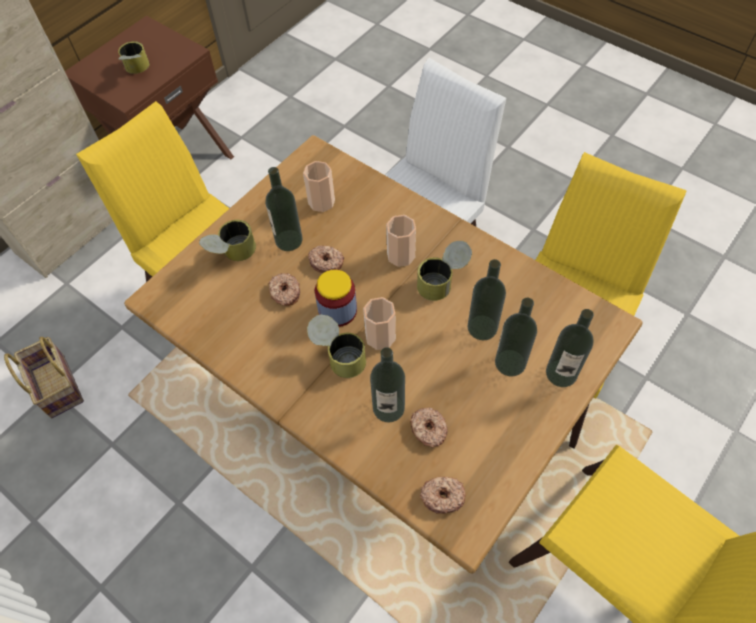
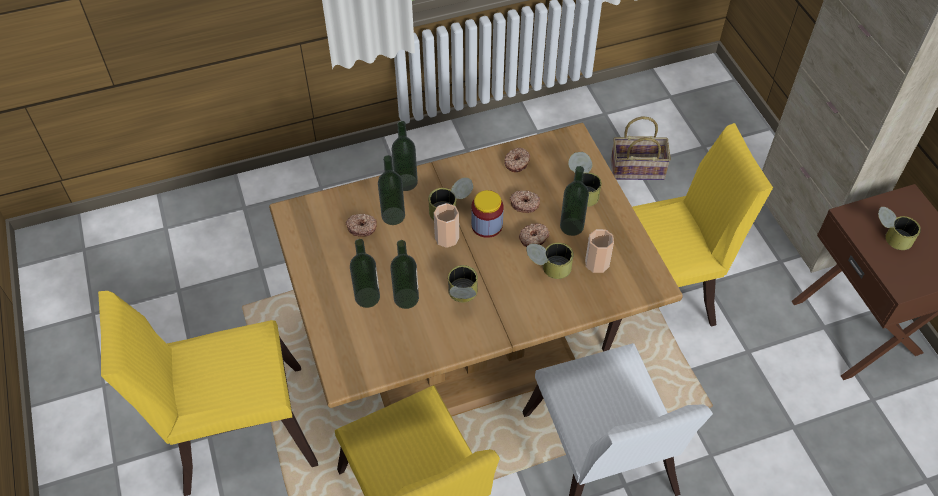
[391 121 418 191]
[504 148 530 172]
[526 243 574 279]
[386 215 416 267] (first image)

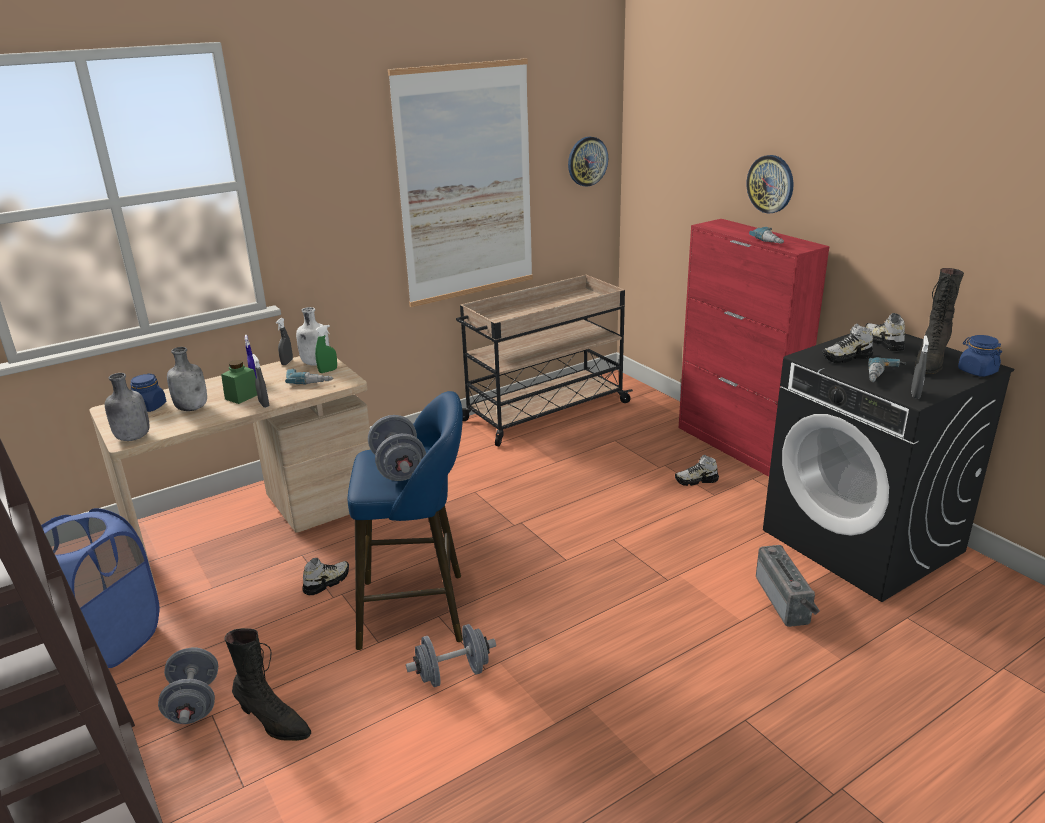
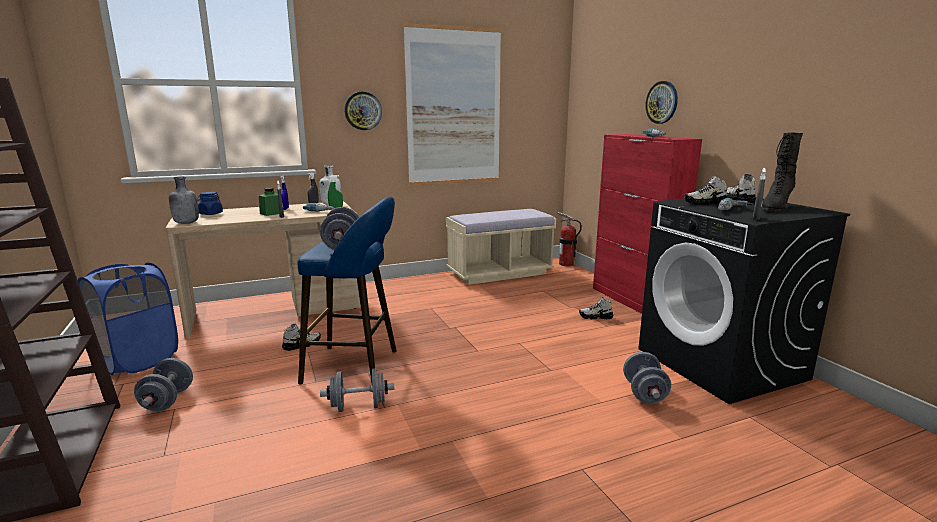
[344 92 382 130]
[446 209 556 285]
[557 212 582 266]
[623 352 671 403]
[167 347 207 411] (first image)
[224 628 311 741] (first image)
[958 335 1002 377] (first image)

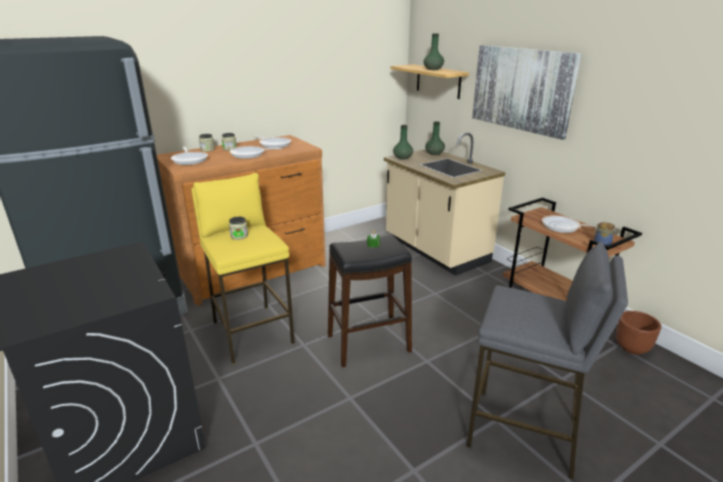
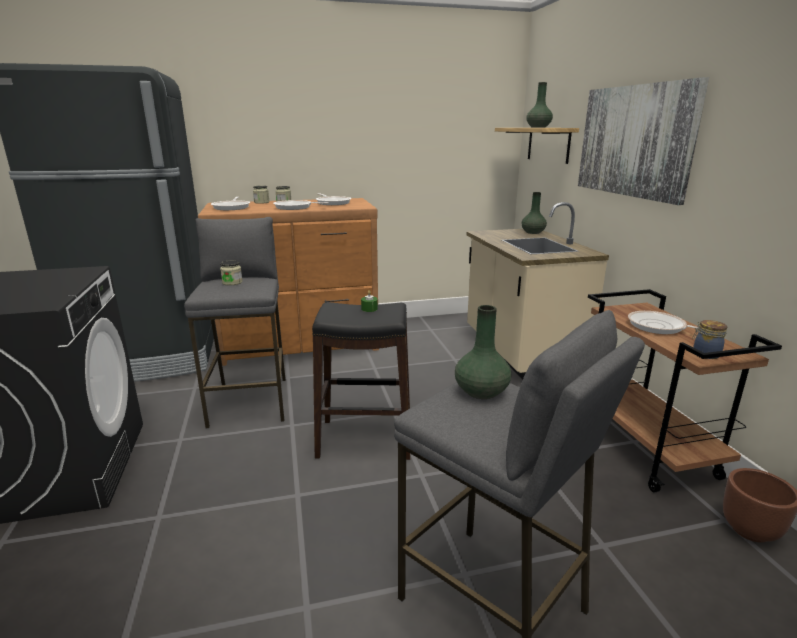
[184 217 286 428]
[455 305 511 399]

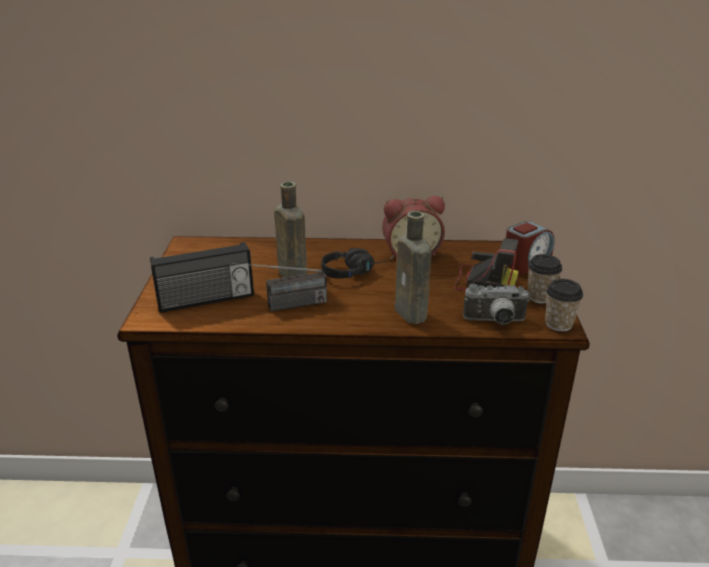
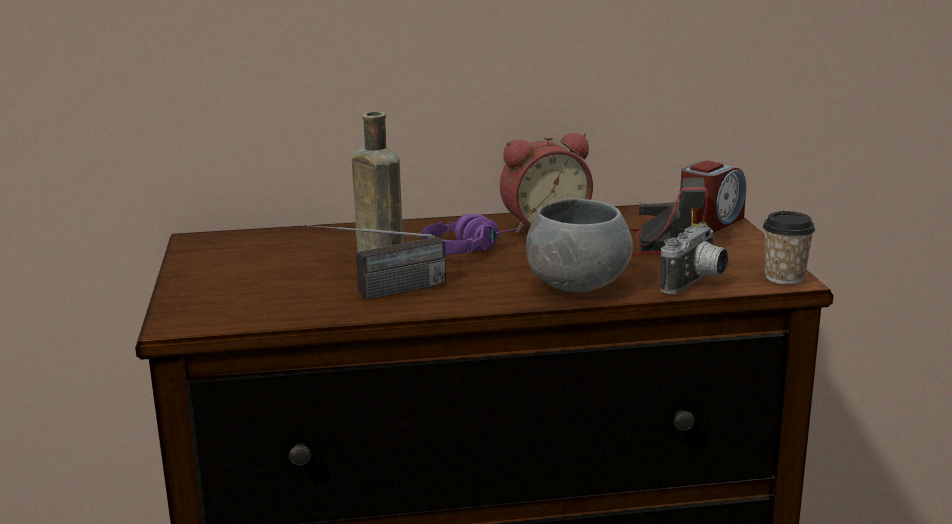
[422 214 518 255]
[526 198 633 292]
[660 222 728 294]
[150 242 254 313] (first image)
[527 254 562 304] (first image)

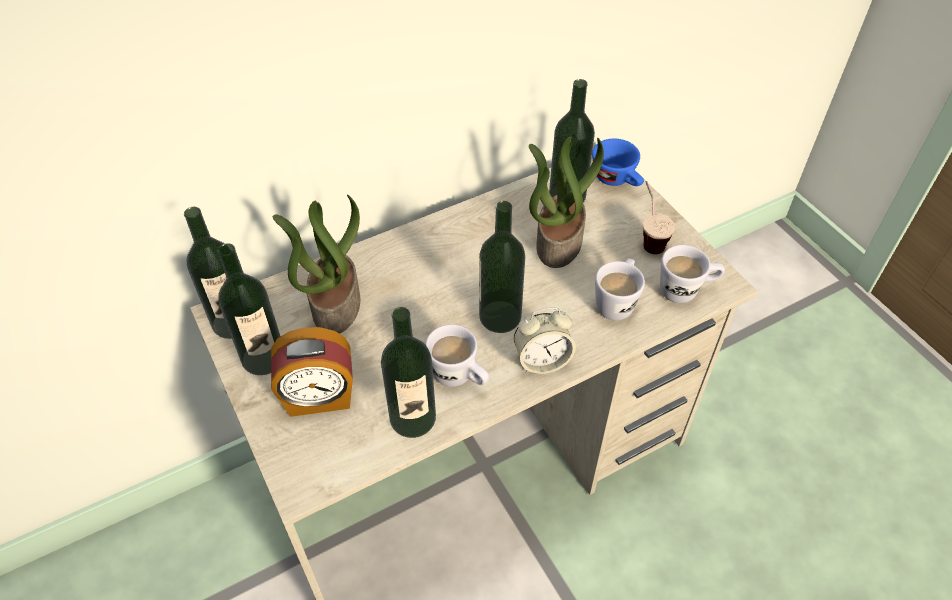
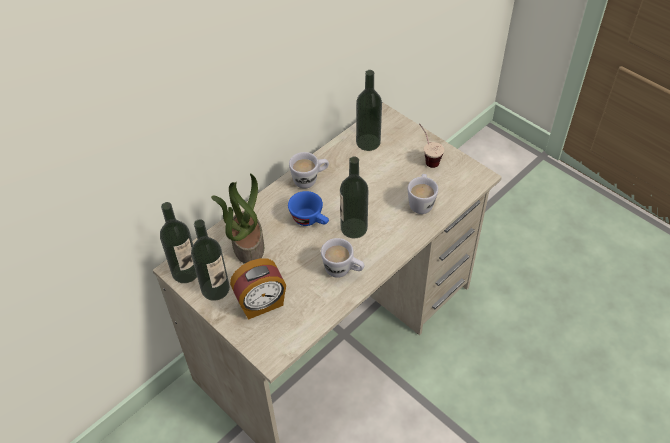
[288 191 329 226]
[289 152 329 188]
[381 307 436 438] (first image)
[514 308 576 374] (first image)
[529 136 604 268] (first image)

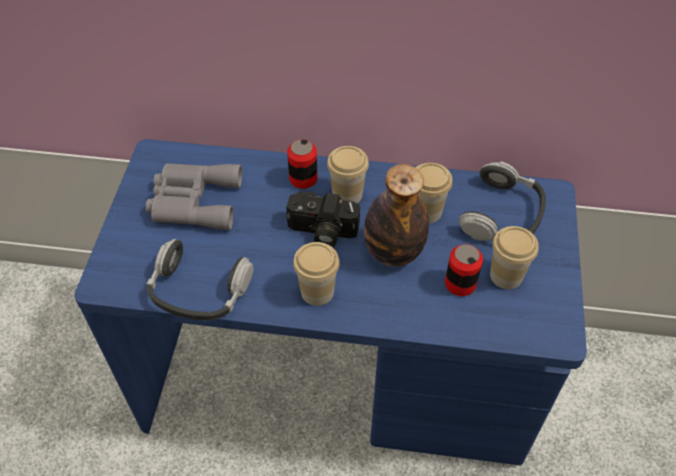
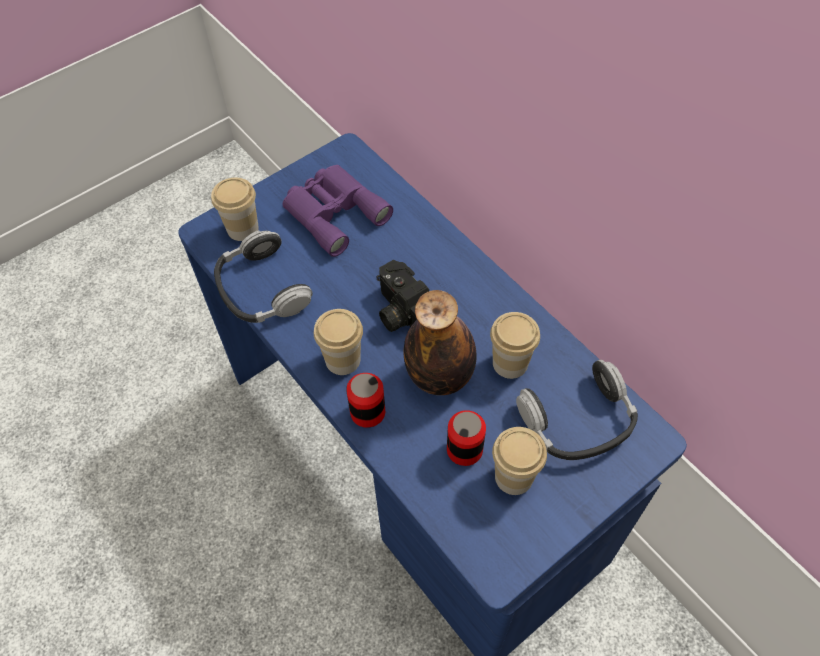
[211 178 259 241]
[283 165 393 257]
[346 373 385 428]

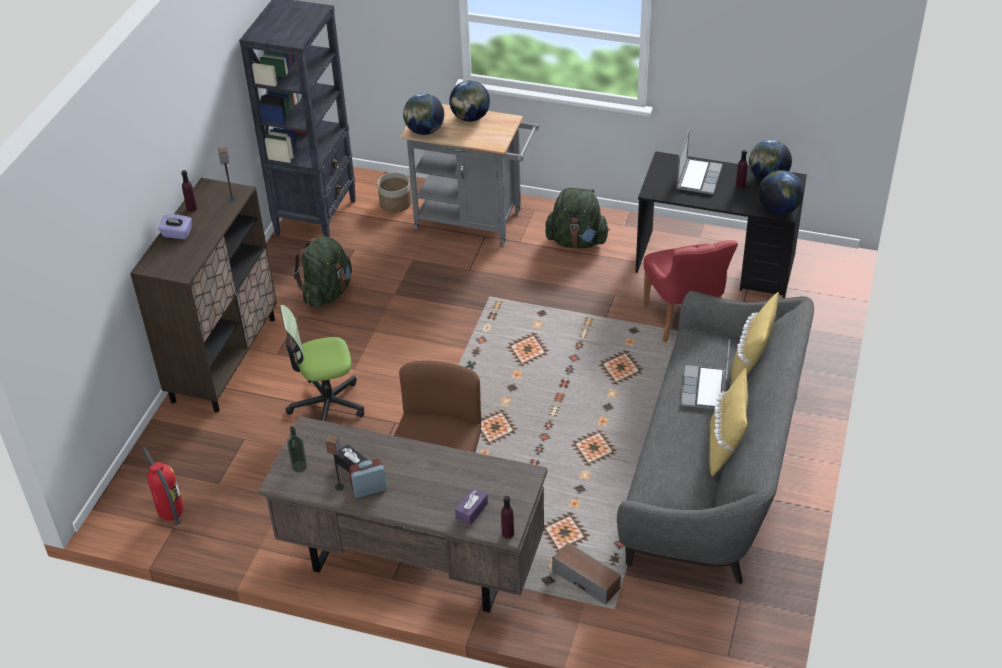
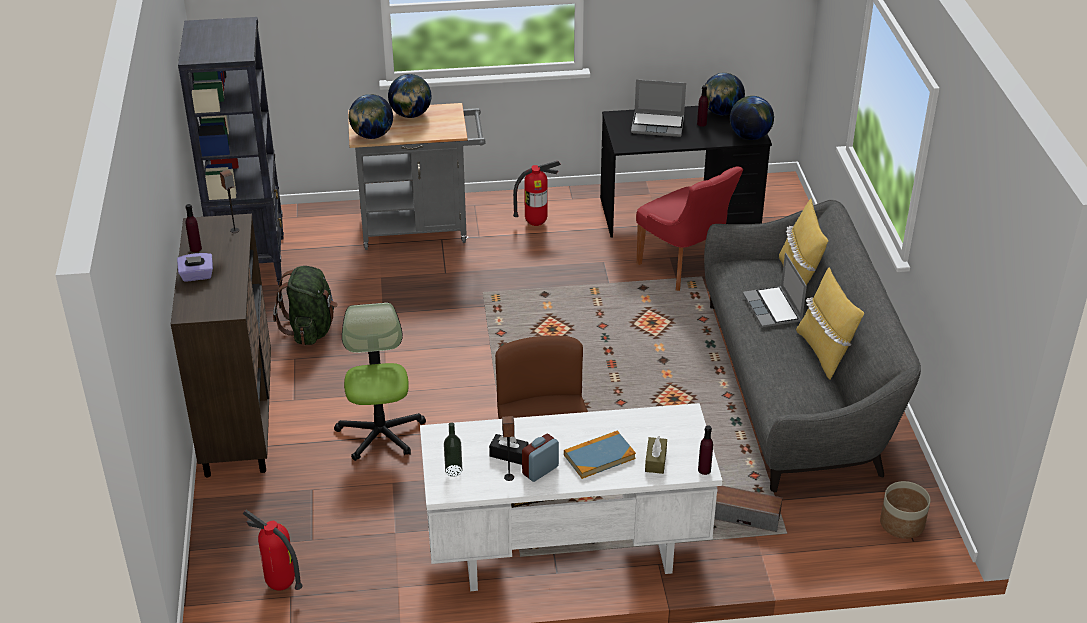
[334 303 426 461]
[420 403 722 591]
[513 161 561 226]
[564 431 636 479]
[631 79 686 137]
[645 436 667 474]
[880 481 930 539]

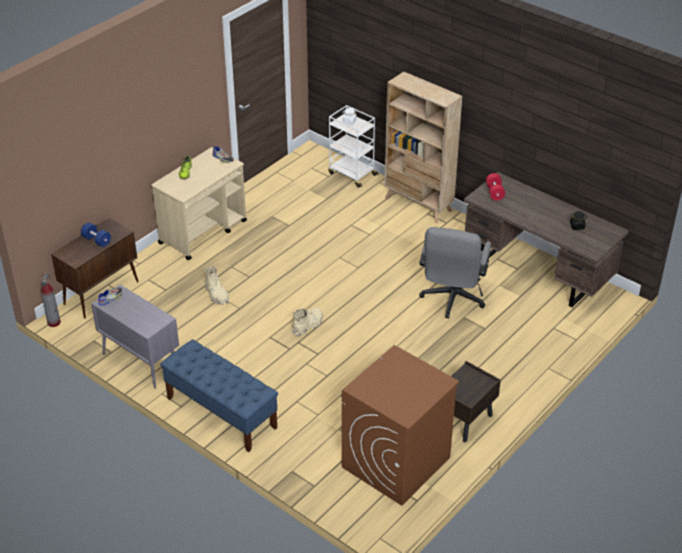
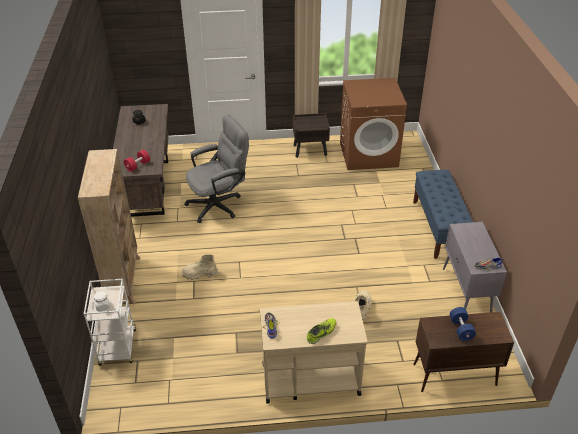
[182 254 218 280]
[40 274 61 327] (first image)

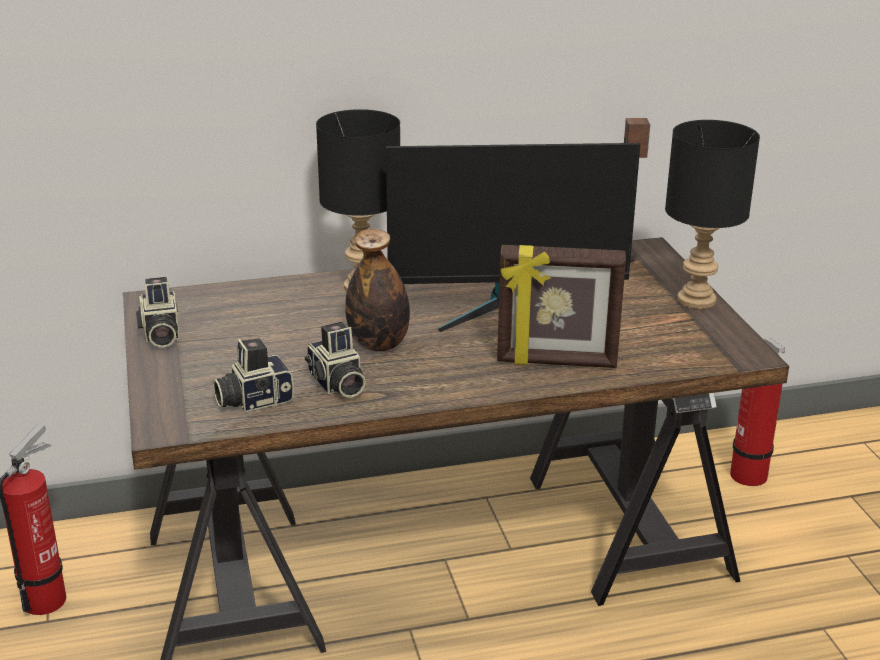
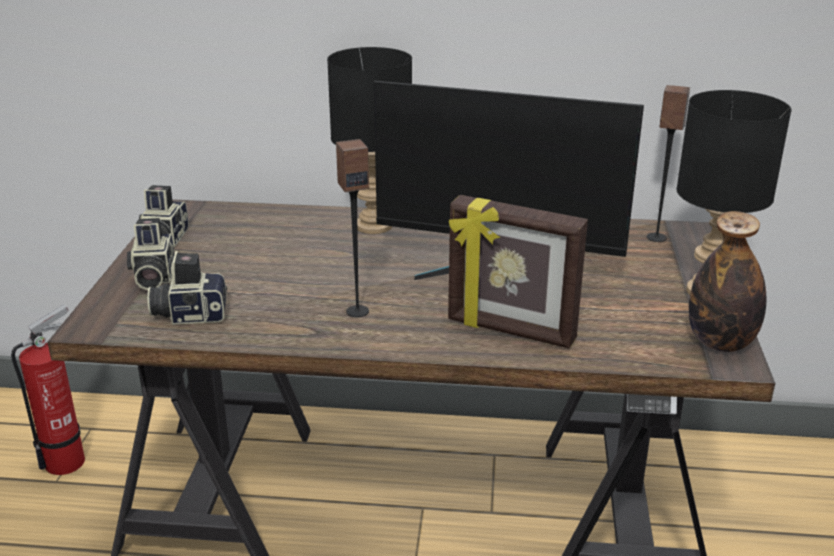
[127 218 175 290]
[336 139 369 317]
[689 211 766 352]
[730 338 785 486] (first image)

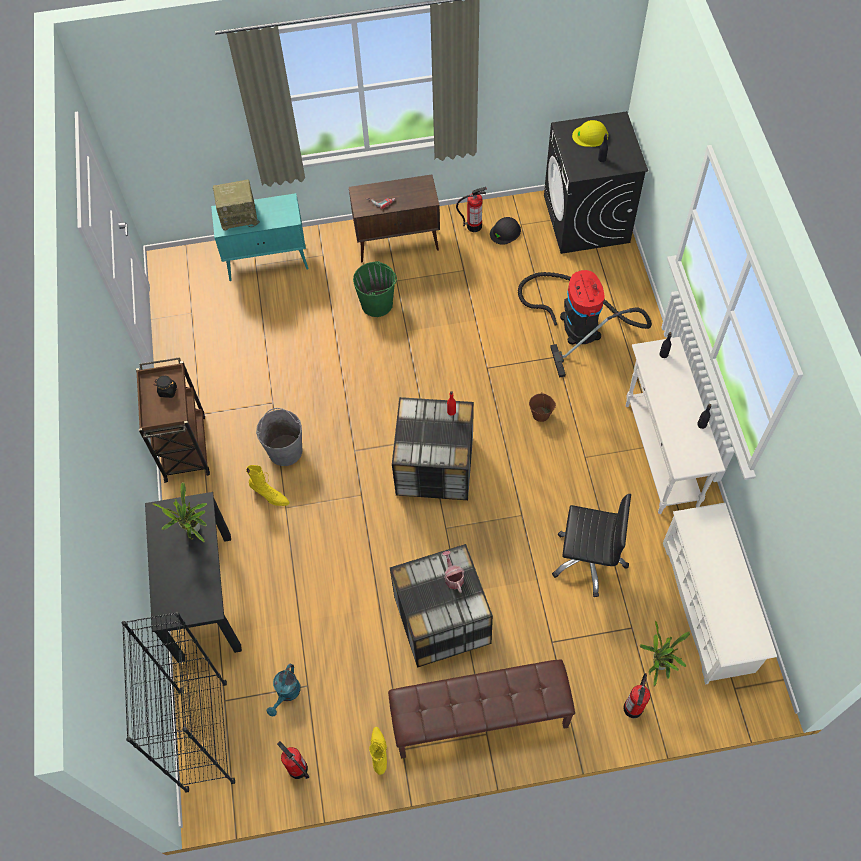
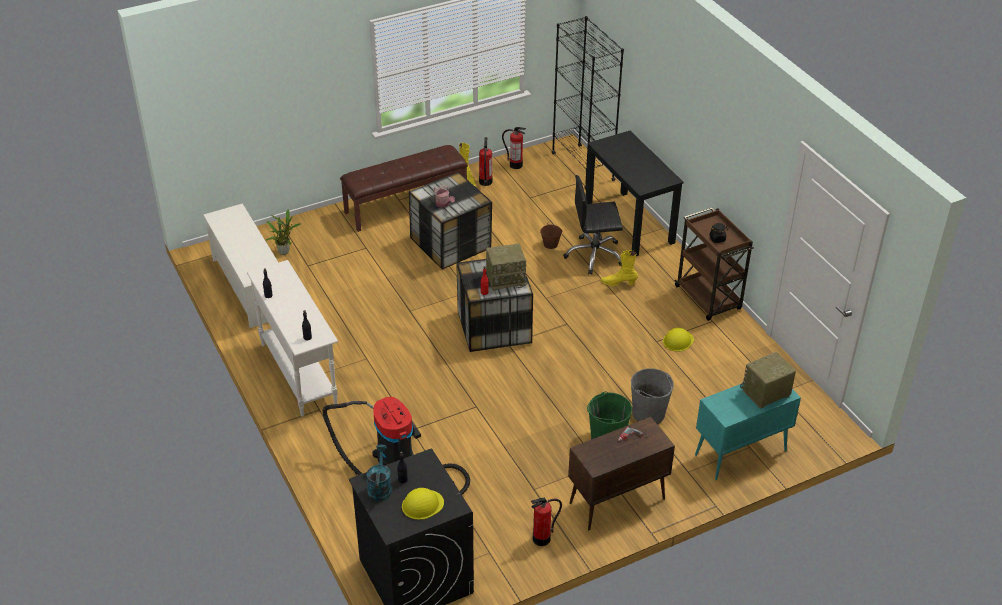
[367 445 392 501]
[479 137 492 186]
[486 243 528 291]
[540 221 562 249]
[563 175 623 275]
[631 368 674 424]
[663 328 694 352]
[153 482 207 542] (first image)
[490 217 521 245] (first image)

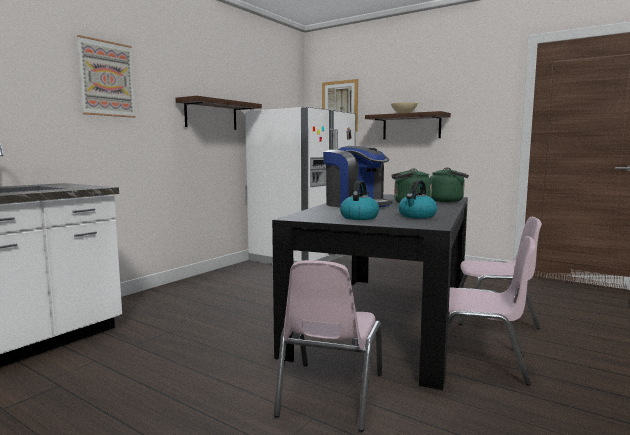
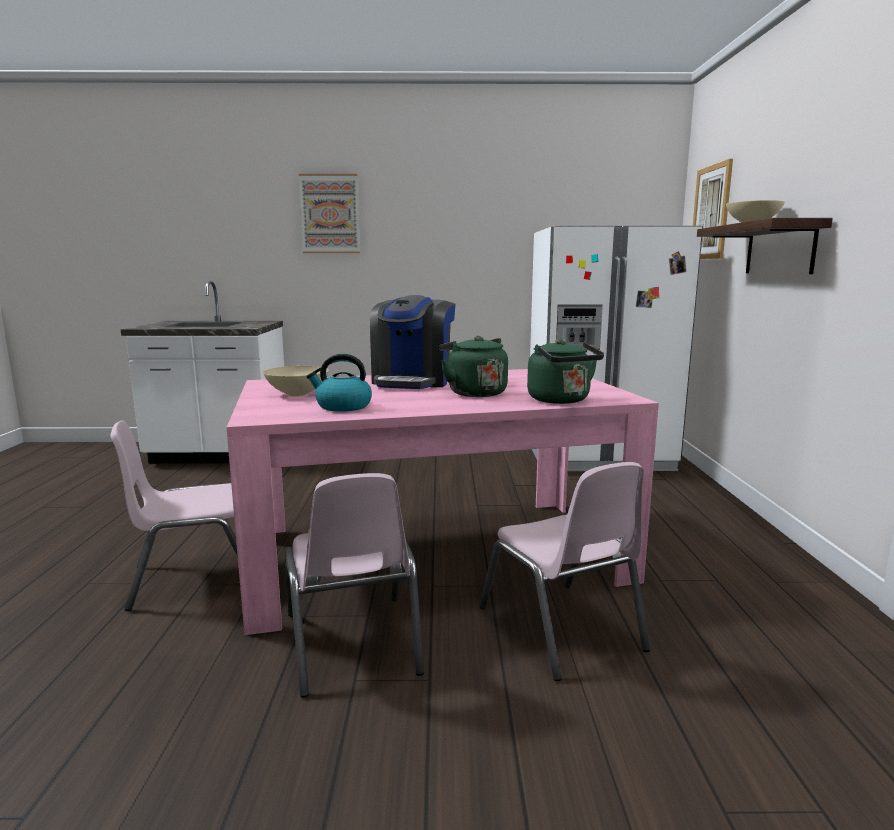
[226 369 659 635]
[263 366 329 396]
[175 96 262 130] (first image)

